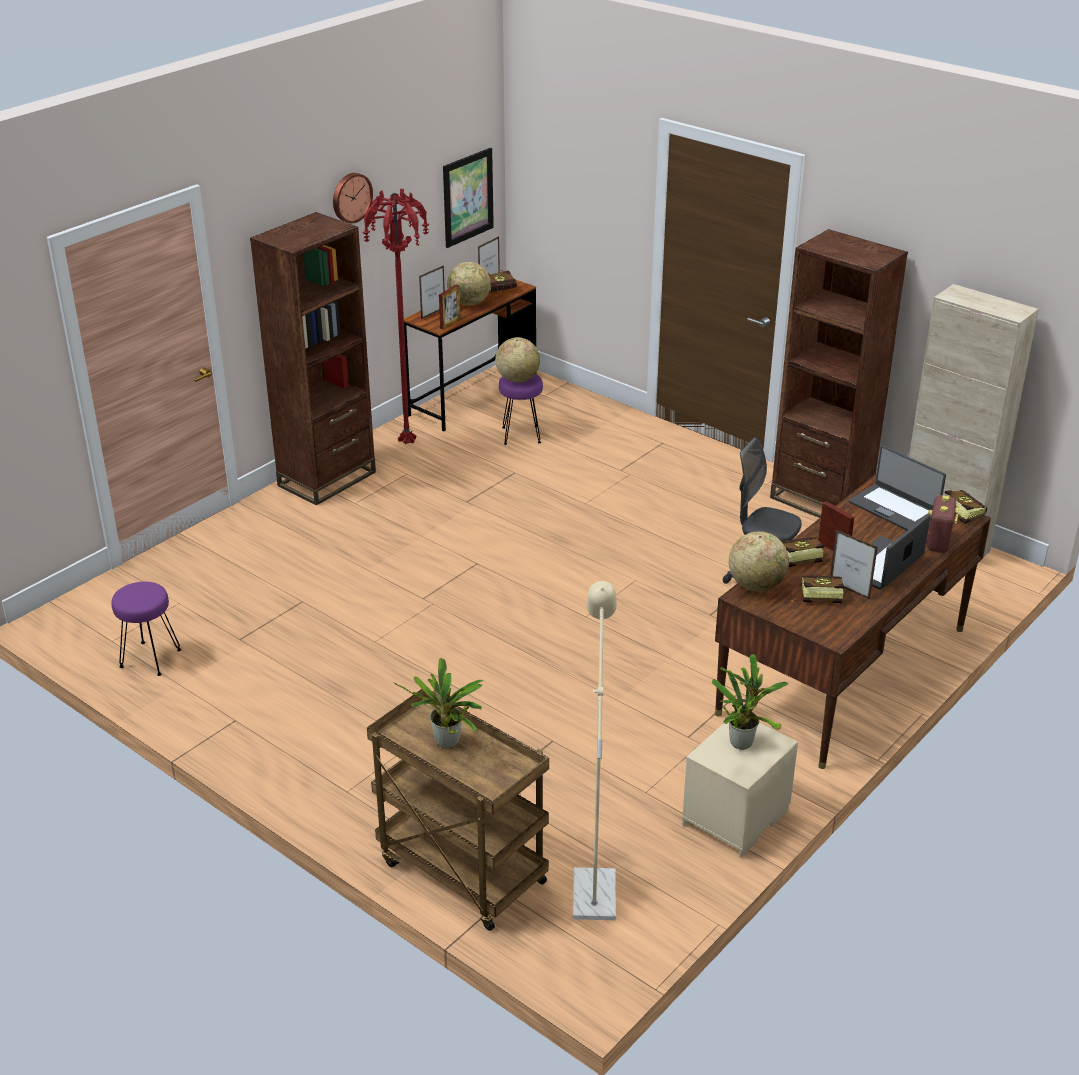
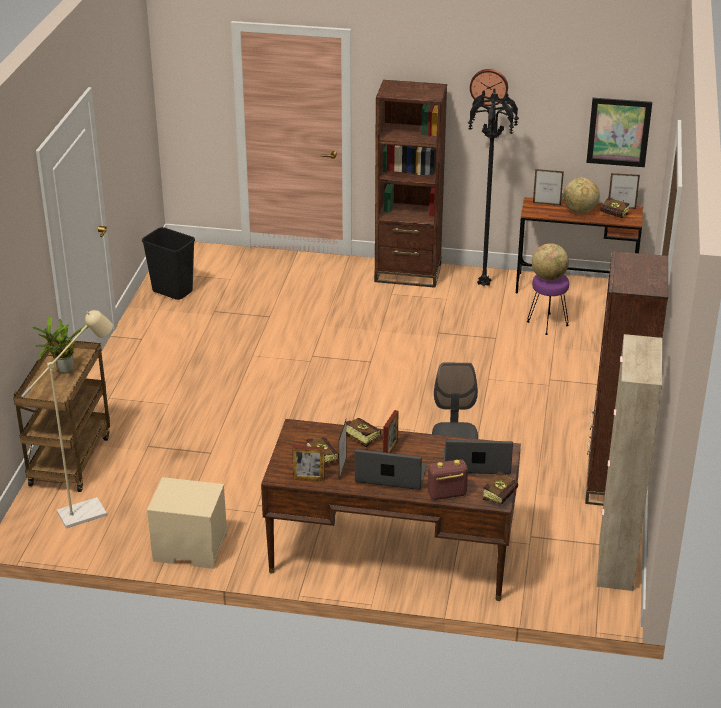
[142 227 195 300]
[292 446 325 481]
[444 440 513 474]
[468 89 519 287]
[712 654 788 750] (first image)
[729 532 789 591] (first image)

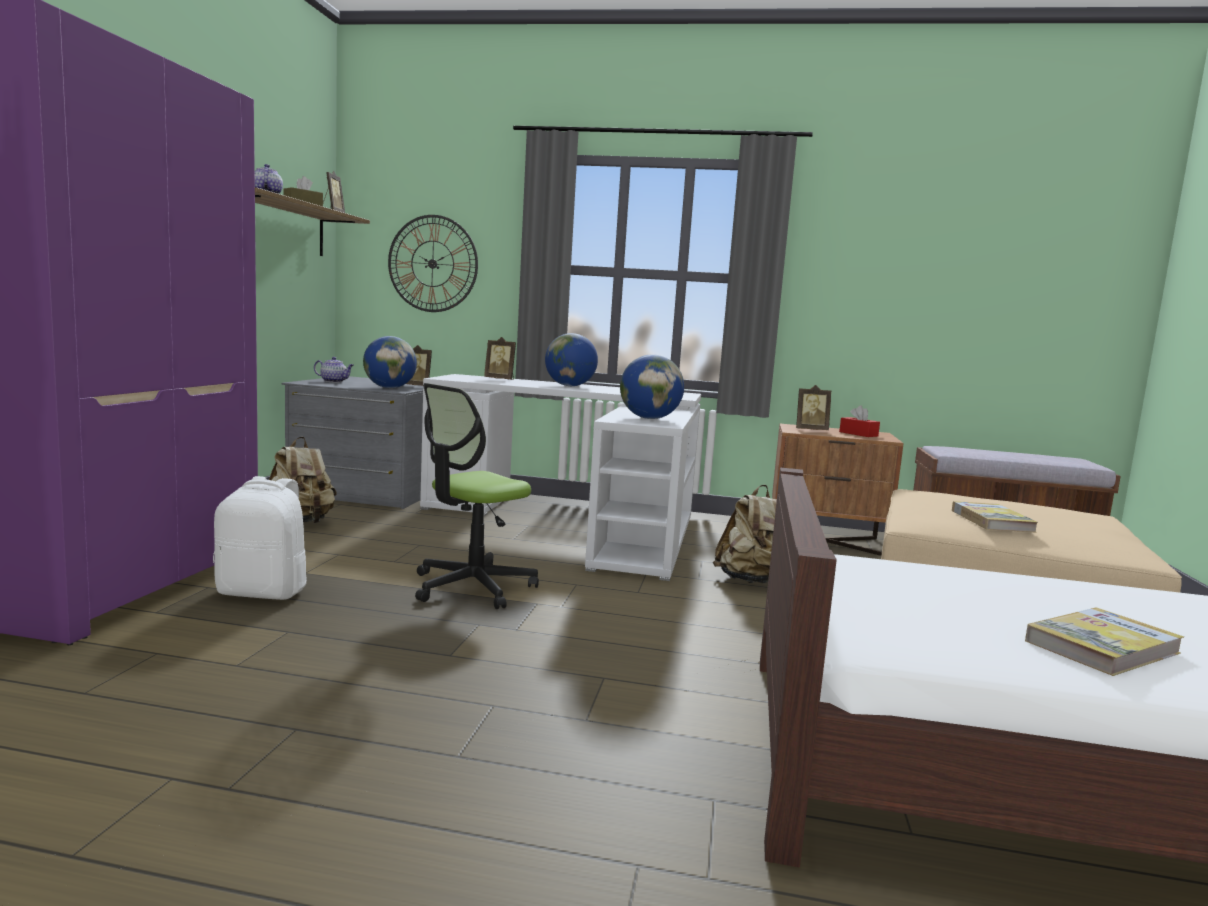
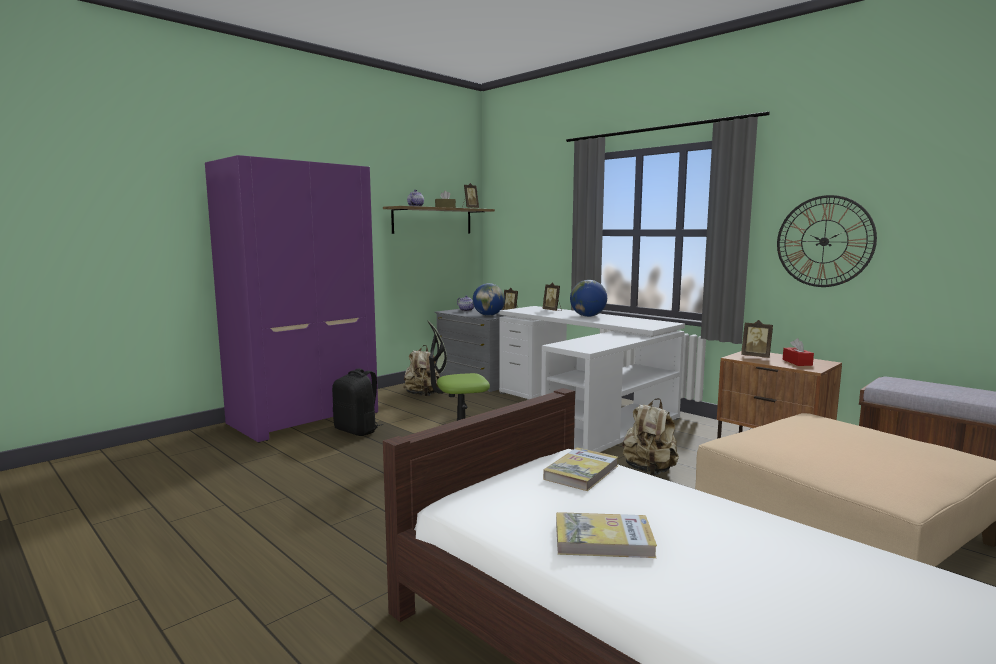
[332 369 383 436]
[543 448 618 491]
[777 195 877 287]
[620 354 684 419] (first image)

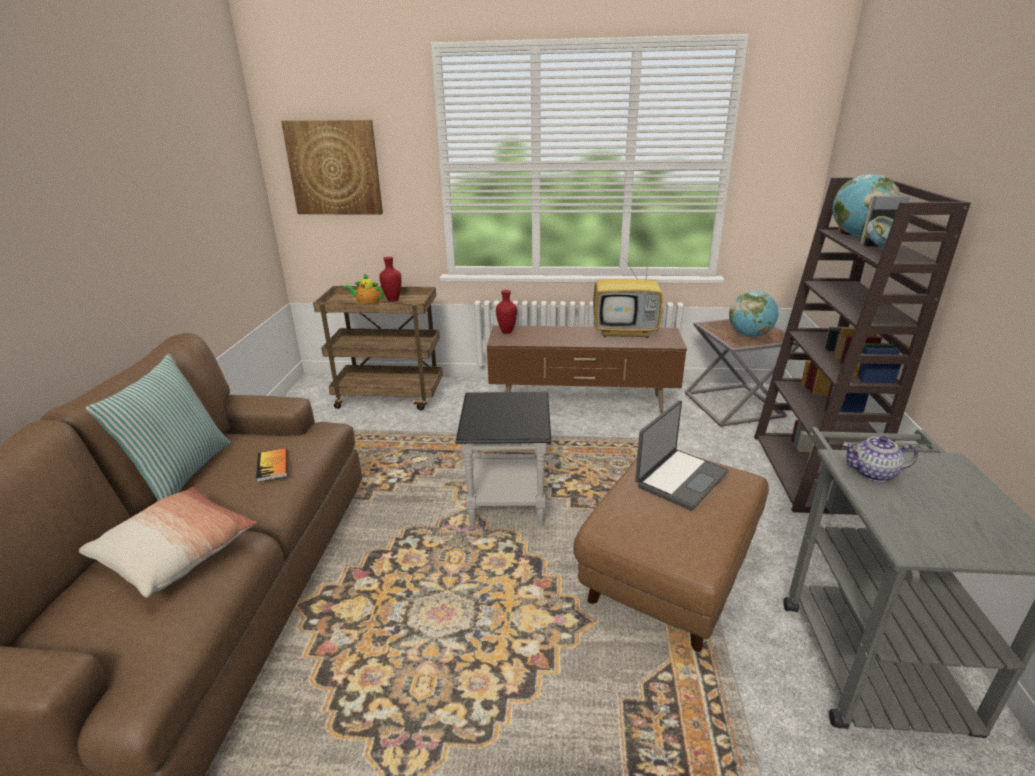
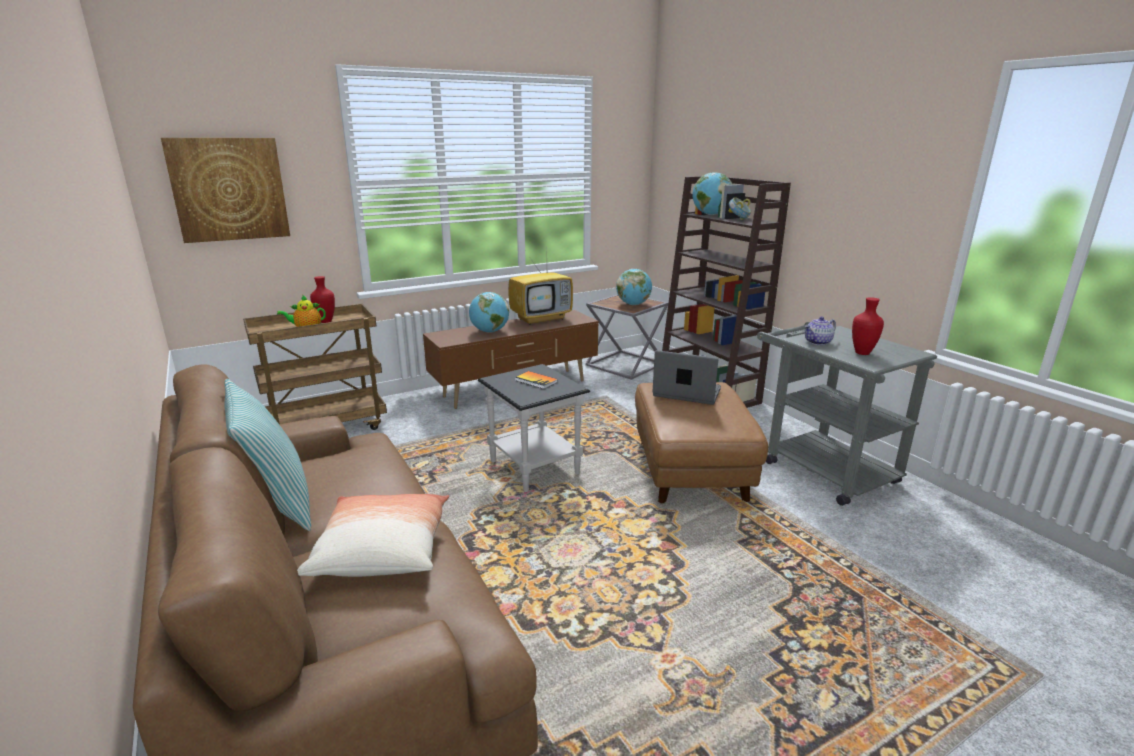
[469 292 509 333]
[515 371 558 389]
[653 350 721 405]
[852 297 884 355]

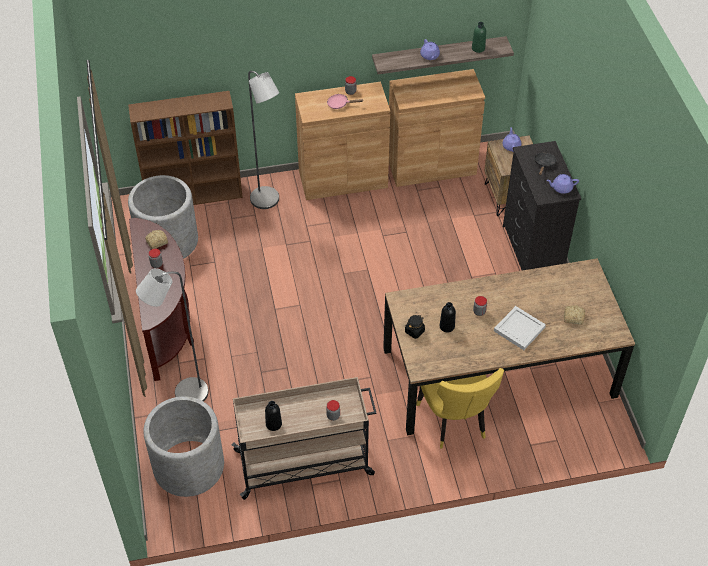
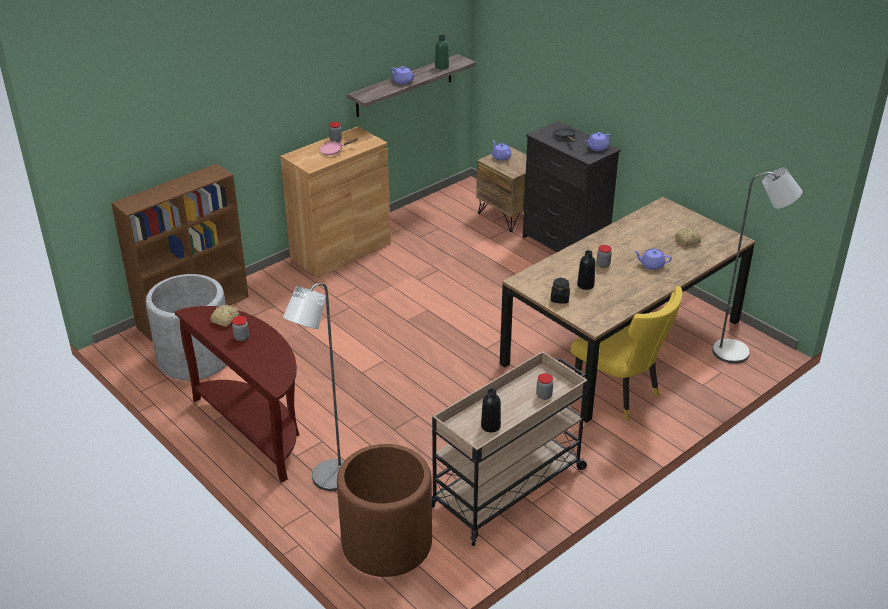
[337 444 432 577]
[634 249 672 270]
[712 168 803 364]
[389 69 485 187] (first image)

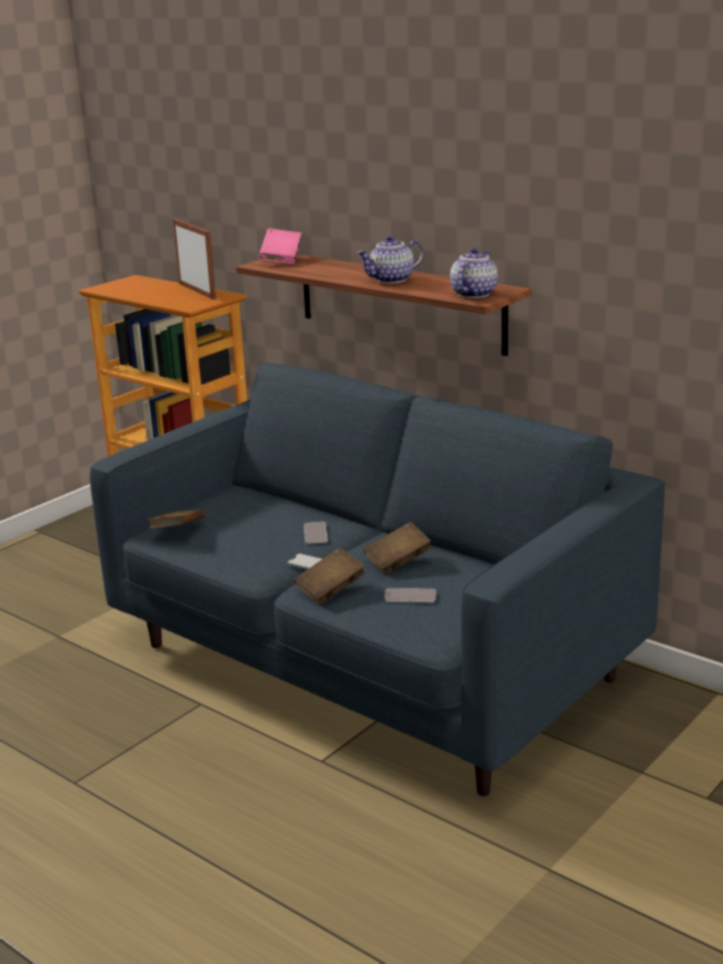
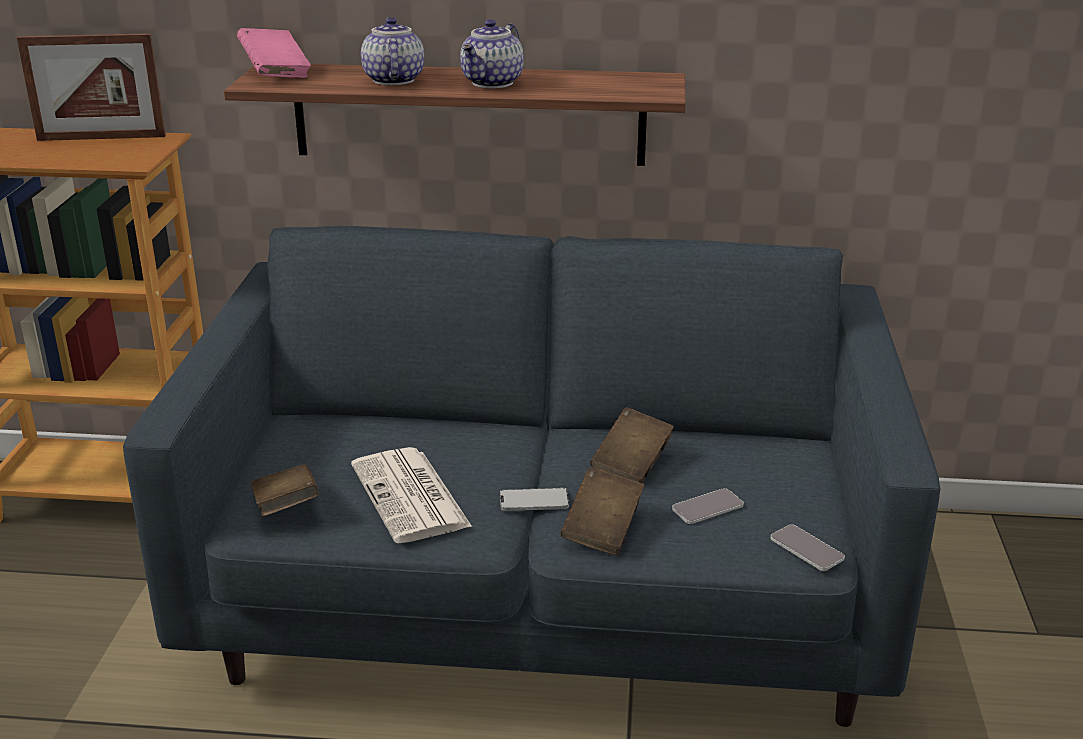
[17 33 166 141]
[351 447 472 543]
[361 17 424 85]
[770 524 845 571]

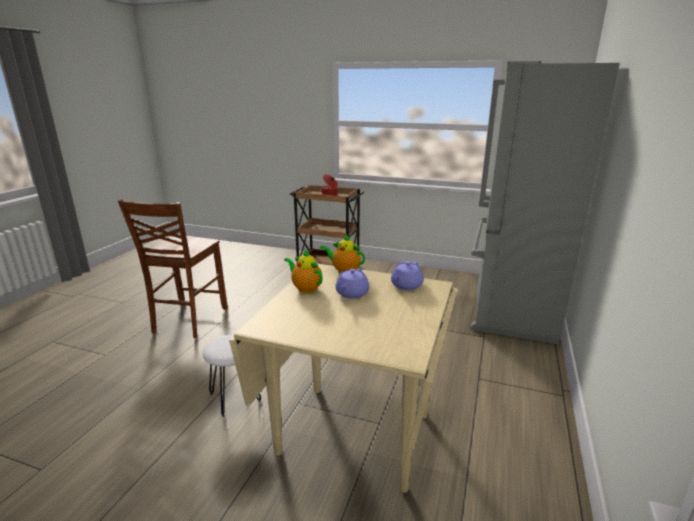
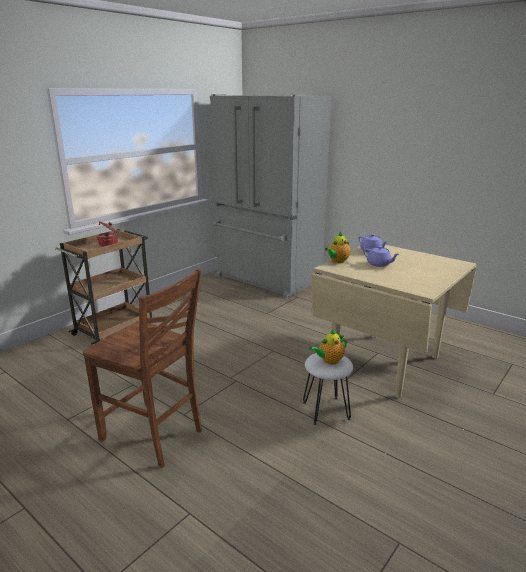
[309 329 347 364]

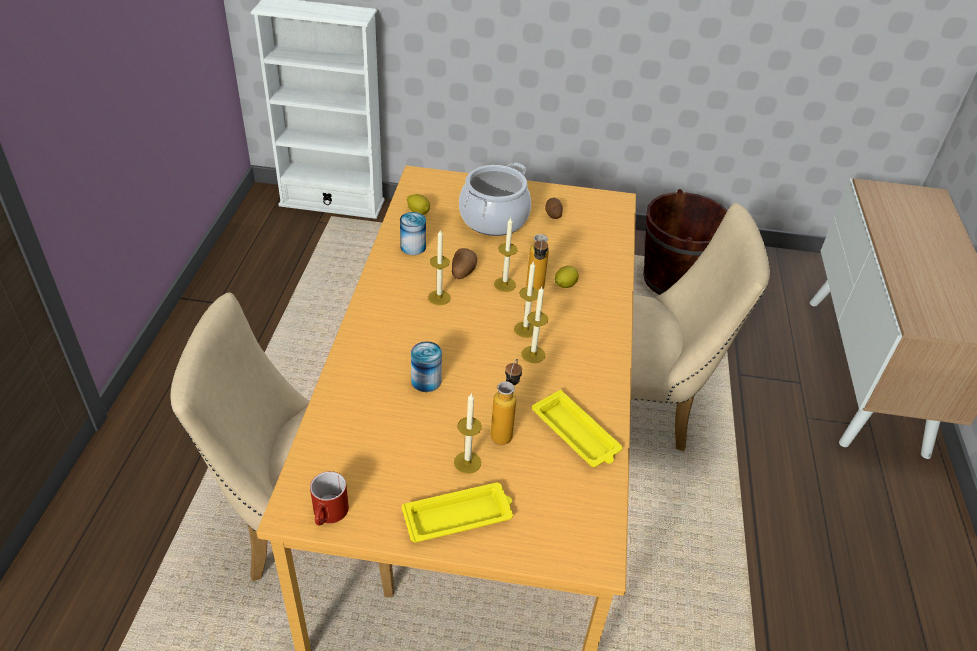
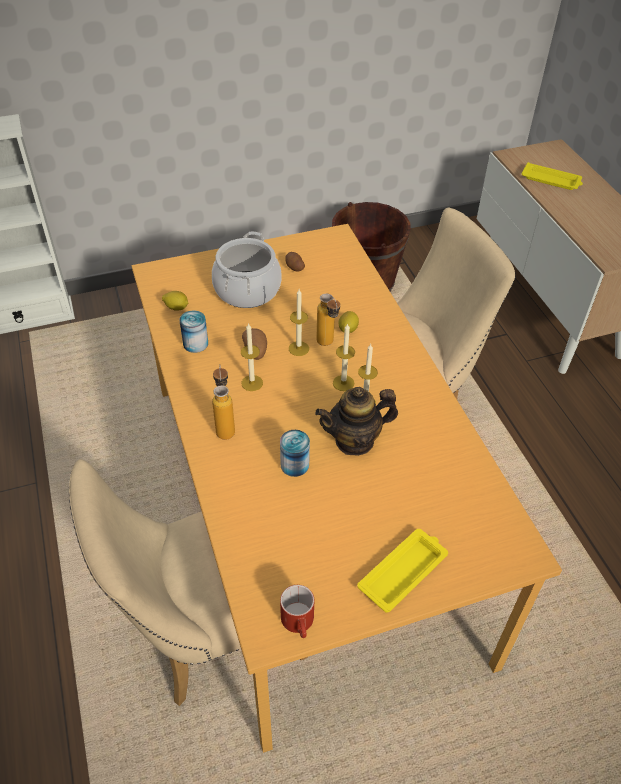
[212 364 235 440]
[315 387 398 456]
[522 162 583 190]
[454 393 482 474] (first image)

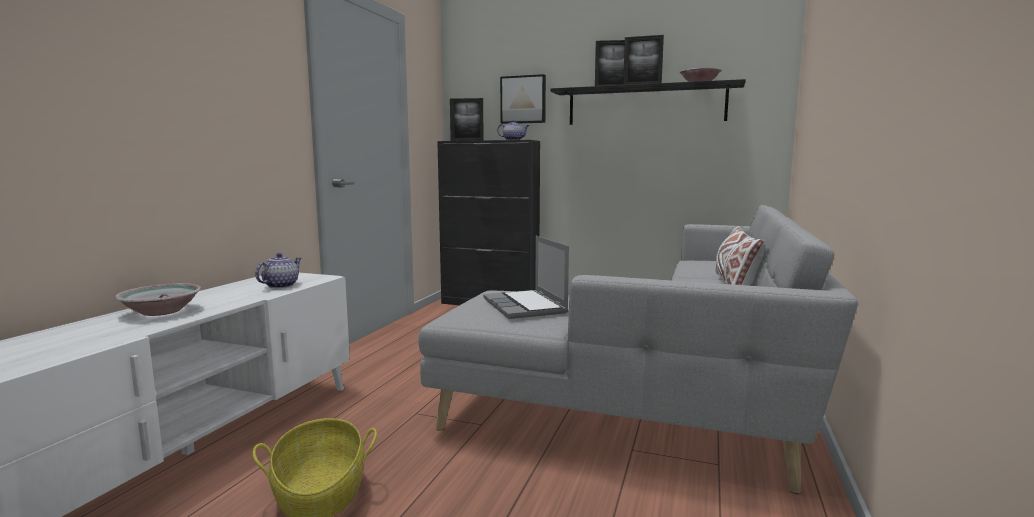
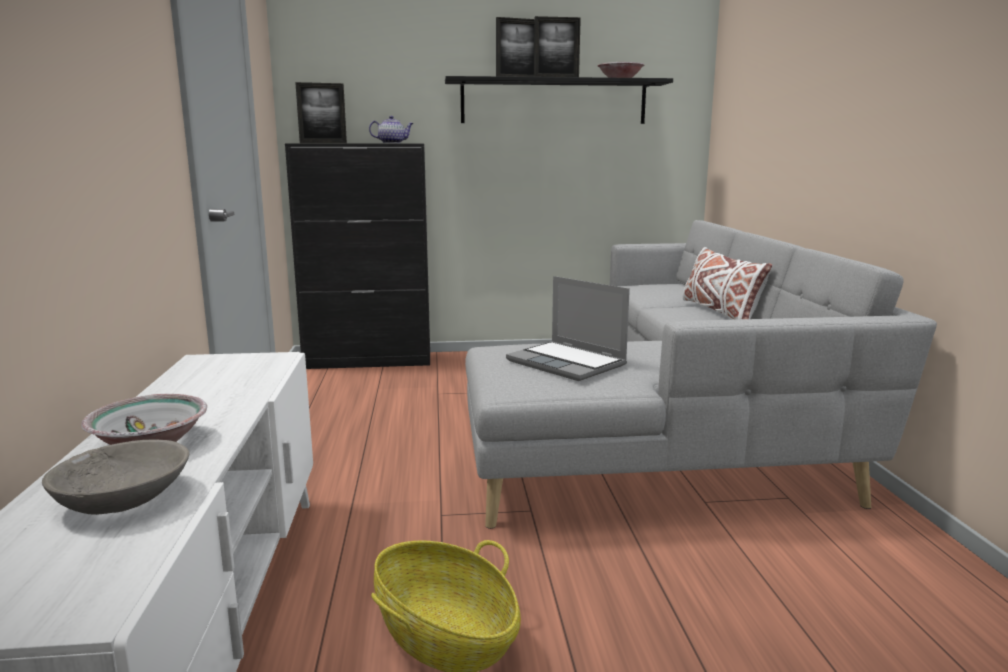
[42 440 189 515]
[255 253 301 288] (first image)
[500 74 546 124] (first image)

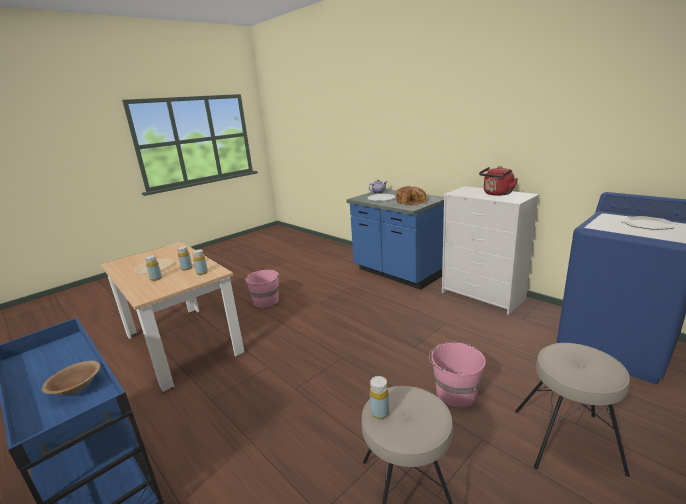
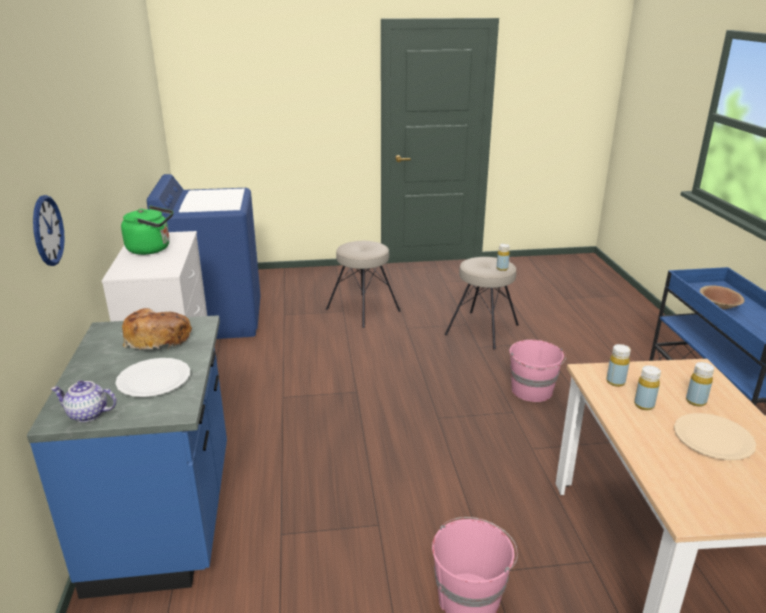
[33 195 65 266]
[121 206 173 255]
[510 340 566 402]
[622 216 676 230] (first image)

